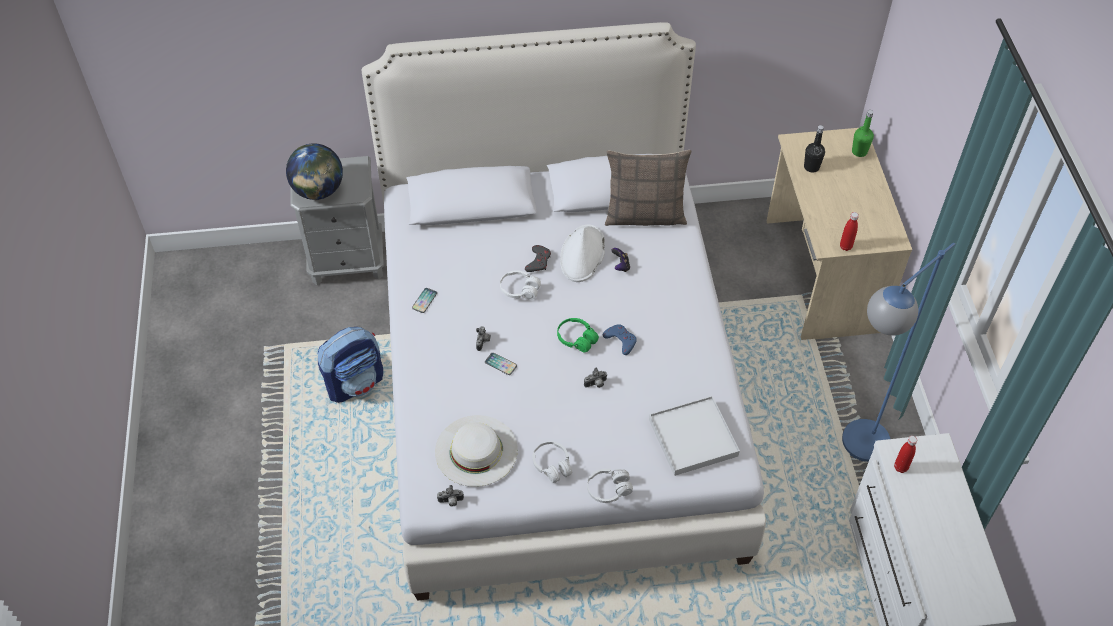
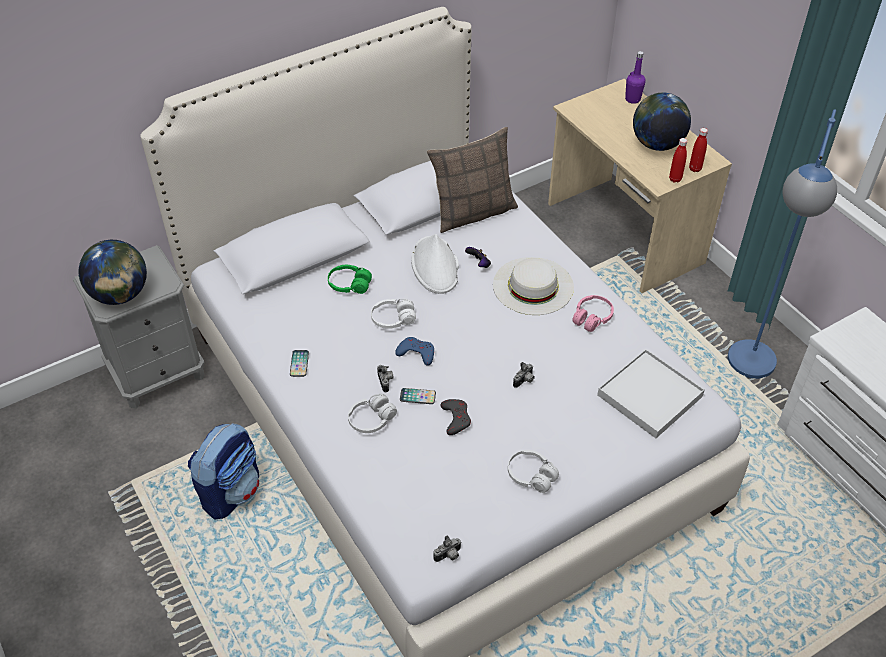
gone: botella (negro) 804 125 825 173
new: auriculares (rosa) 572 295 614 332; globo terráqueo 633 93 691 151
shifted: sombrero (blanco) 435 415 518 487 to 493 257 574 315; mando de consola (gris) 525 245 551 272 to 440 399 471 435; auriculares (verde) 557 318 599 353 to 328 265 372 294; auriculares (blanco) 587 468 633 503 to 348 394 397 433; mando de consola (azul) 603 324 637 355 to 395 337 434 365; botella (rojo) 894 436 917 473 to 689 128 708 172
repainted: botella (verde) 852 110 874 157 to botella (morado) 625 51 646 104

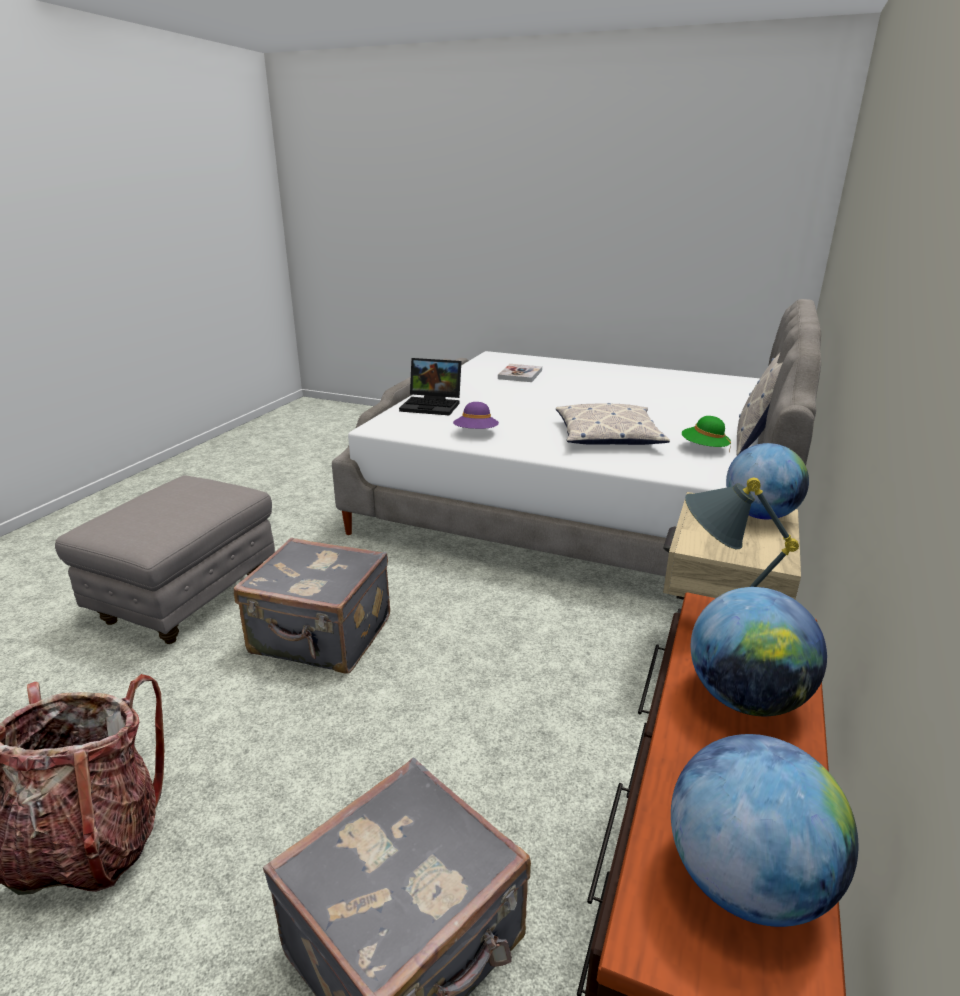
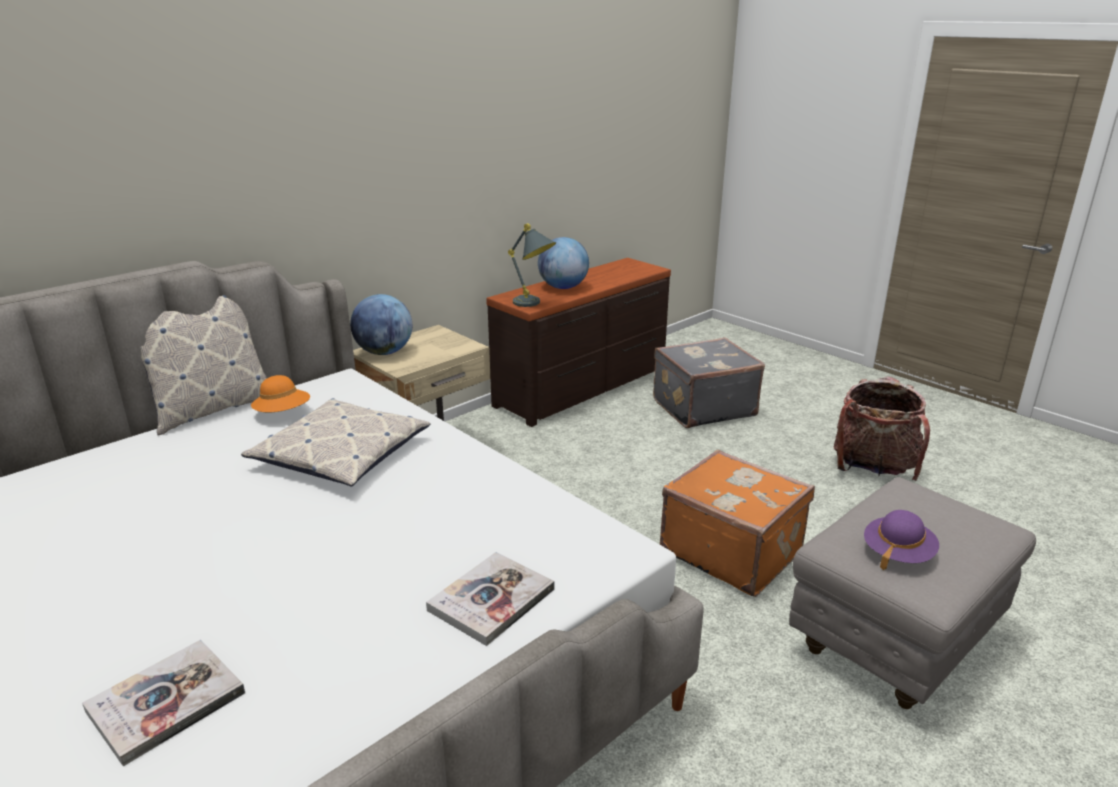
gone: globo terráqueo 671 734 858 927
shifted: sombrero (morado) 453 402 499 429 to 864 510 939 570
swapped: portátil 399 358 462 416 to libro 426 552 554 646
repainted: maleta (gris) 234 537 390 674 to maleta (naranja) 660 450 815 597; sombrero (verde) 682 416 731 453 to sombrero (naranja) 251 375 310 412

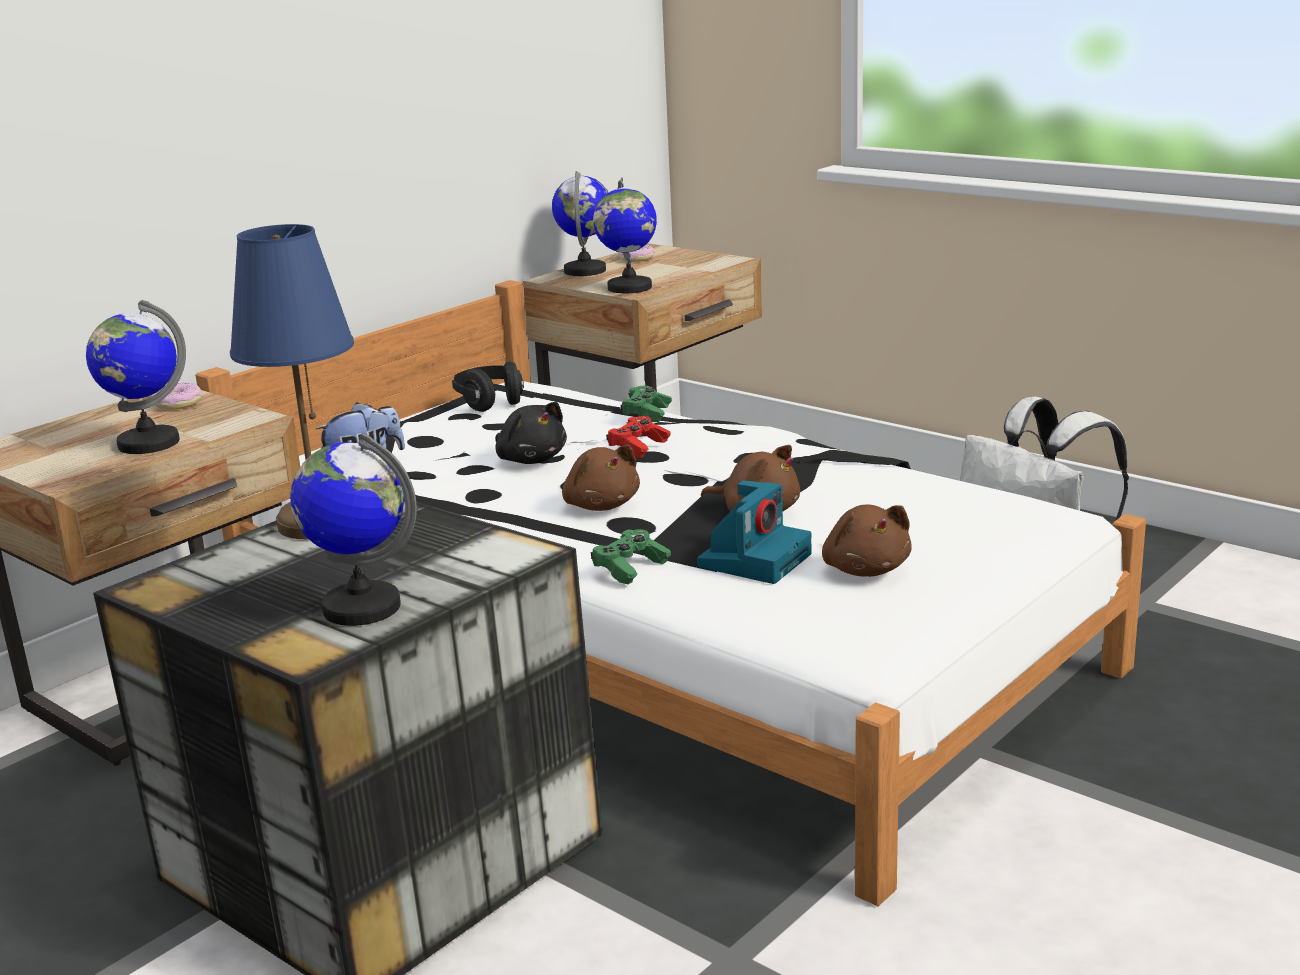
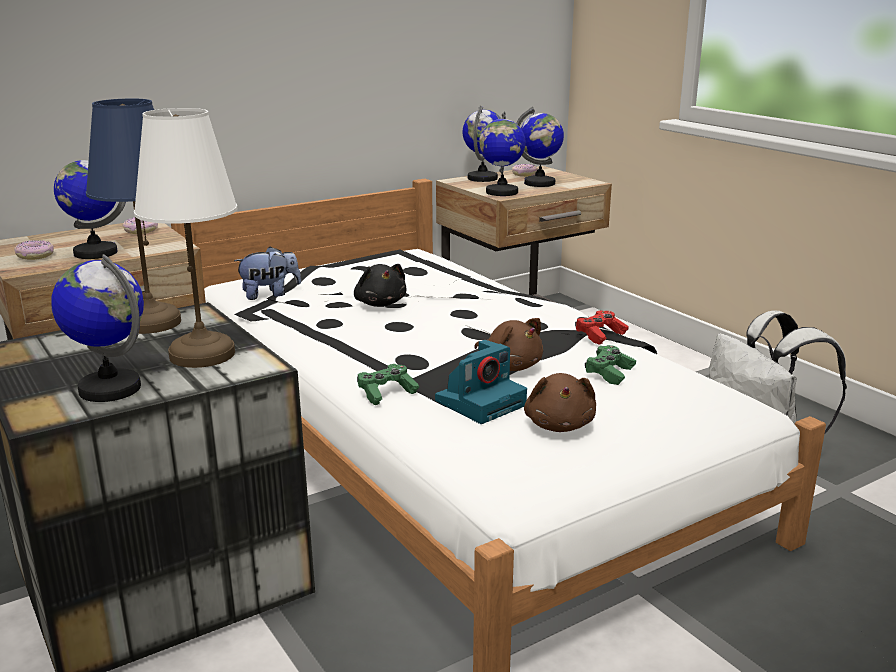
gone: auriculares (negro) 452 361 524 412; peluche (marrón) 562 445 640 511
new: rosquilla 14 240 54 260; lámpara de mesa (blanco) 134 108 237 368; globo terráqueo 516 107 564 187
shifted: mando de consola (rojo) 606 416 671 458 to 575 310 629 345; mando de consola (verde) 621 386 672 422 to 585 345 636 385

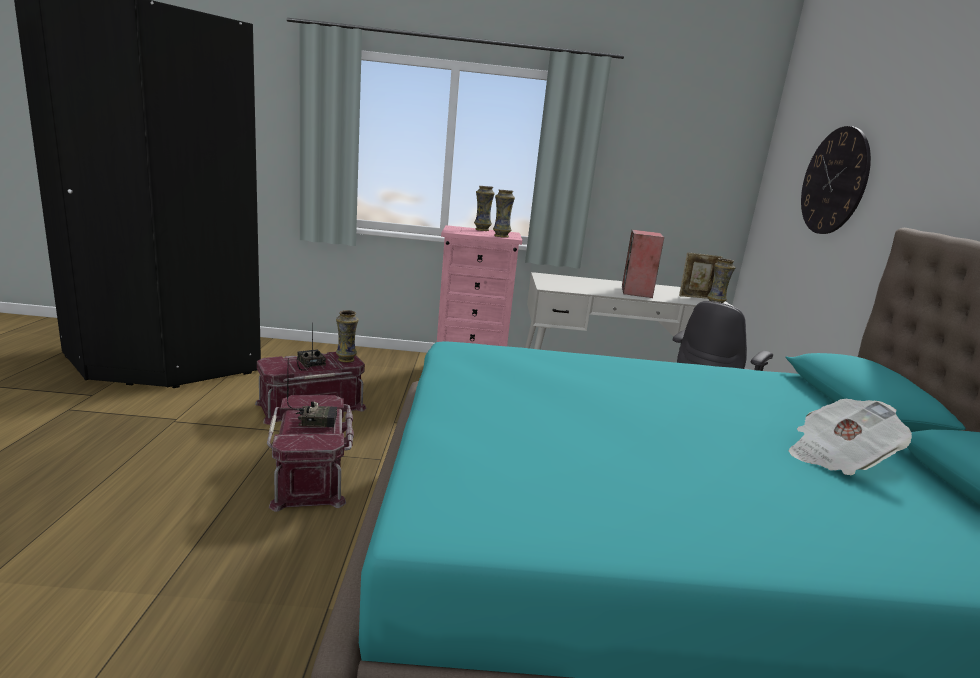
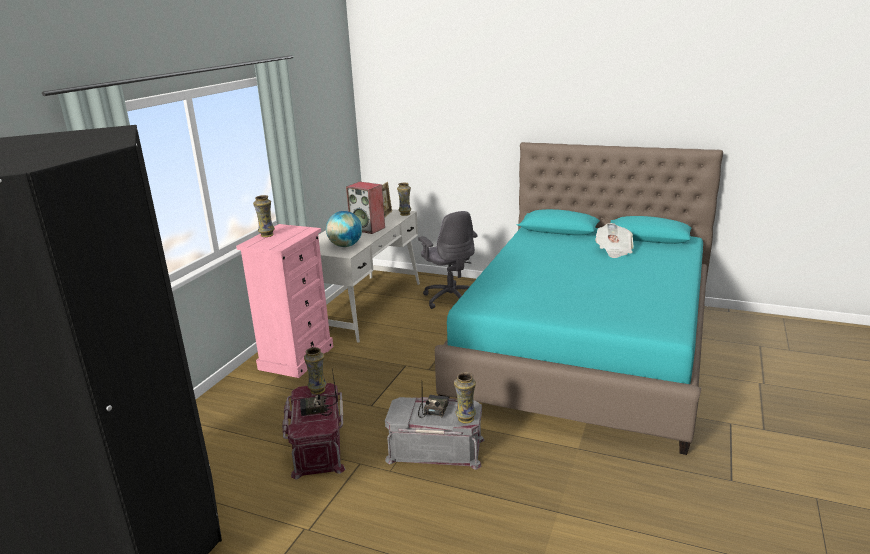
gone: reloj de pared 801 126 871 234
new: globo terráqueo 326 211 362 247
shifted: florero 493 190 515 238 to 454 372 476 424
repainted: caja de almacenaje (rojo) 267 395 354 512 to caja de almacenaje (gris) 385 397 485 470

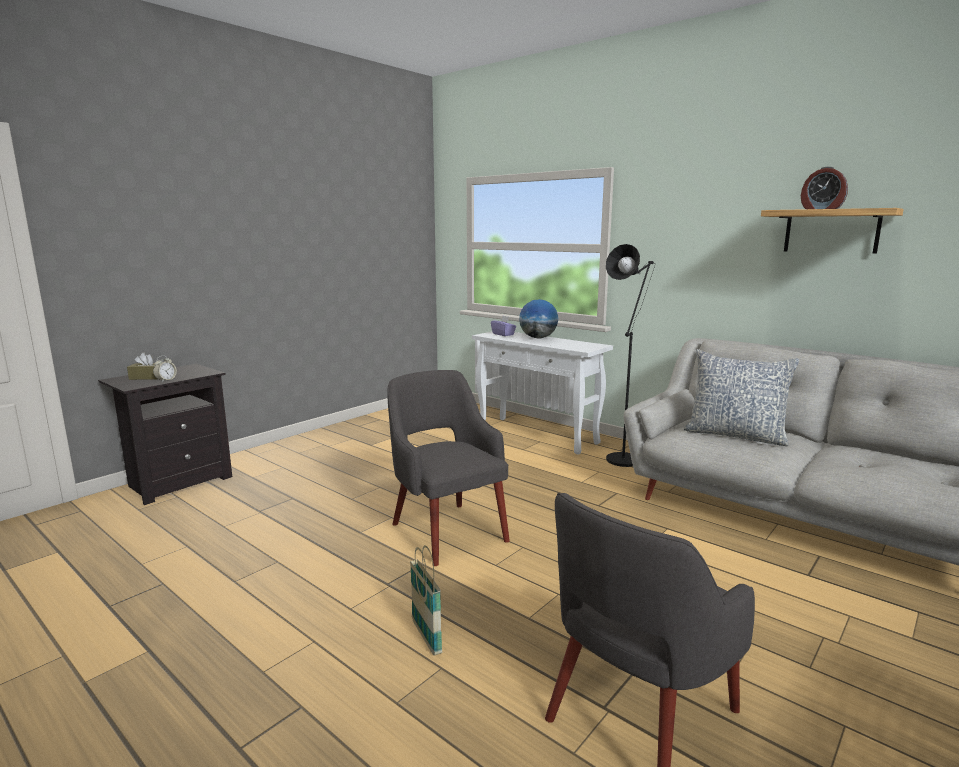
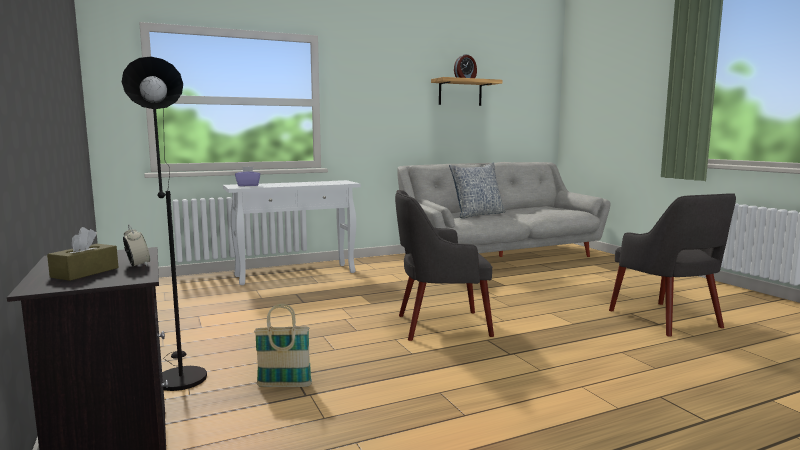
gone: globo terráqueo 519 299 558 338
shifted: cesta 410 545 442 656 to 254 304 312 387; lámpara de pie (negro) 606 244 655 467 to 122 57 207 391

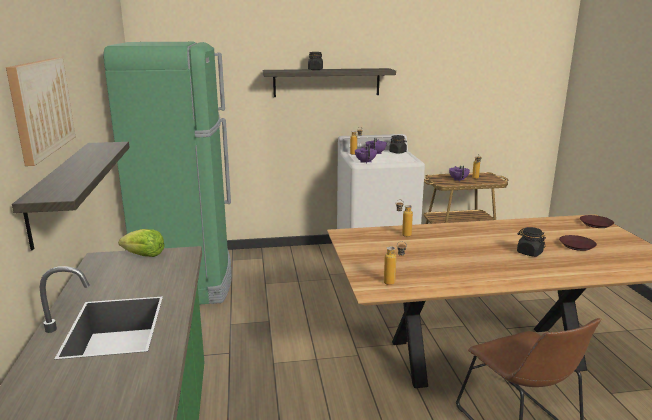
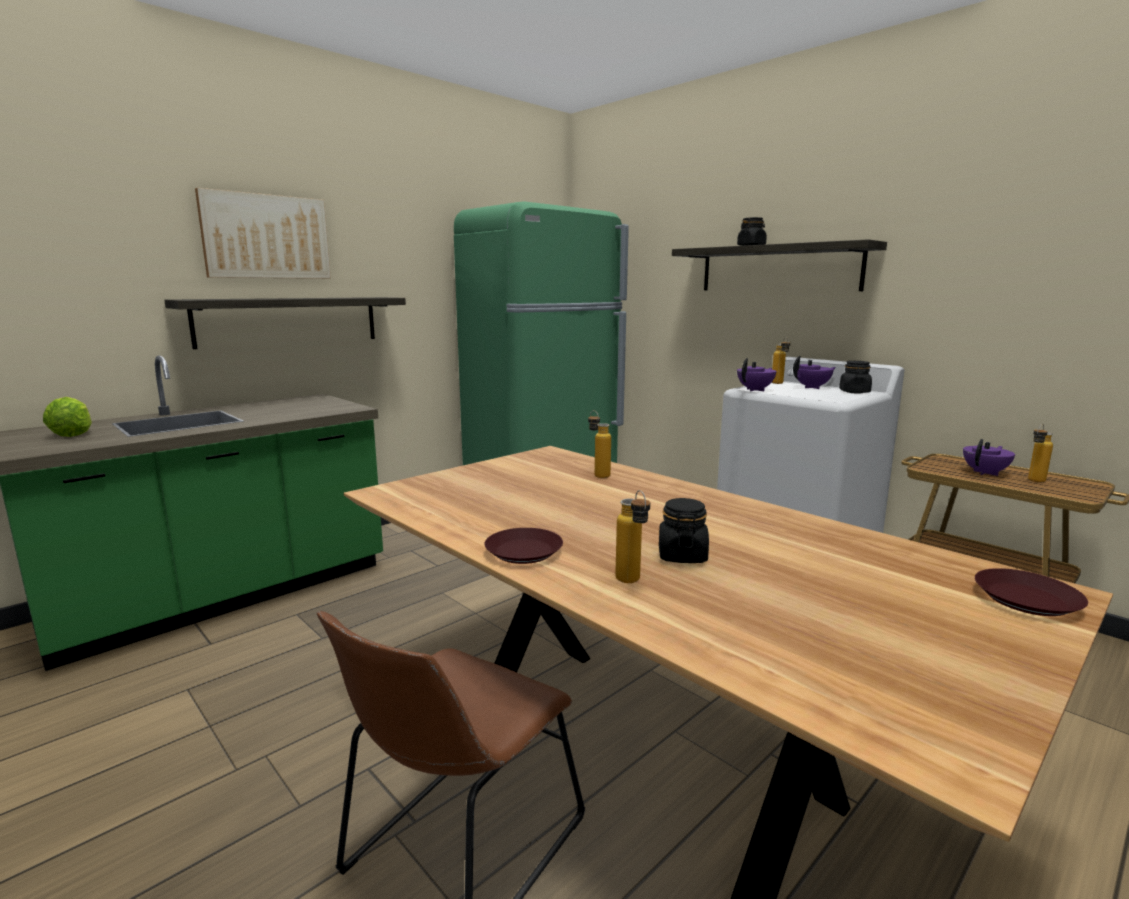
shifted: lechuga 118 229 165 257 to 43 397 92 437; botella 384 241 407 285 to 615 490 650 583; plato (marrón) 559 235 597 251 to 484 528 563 564

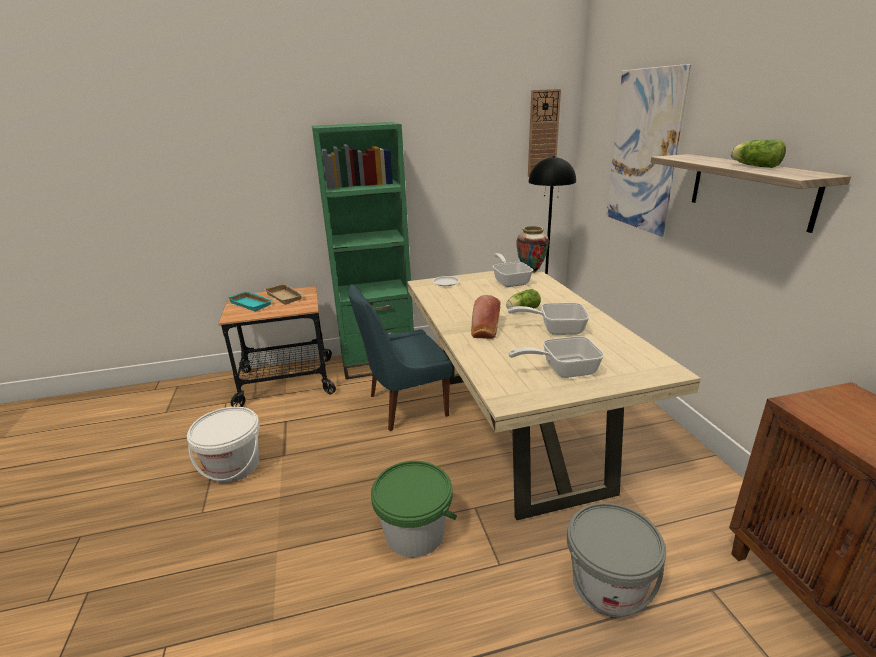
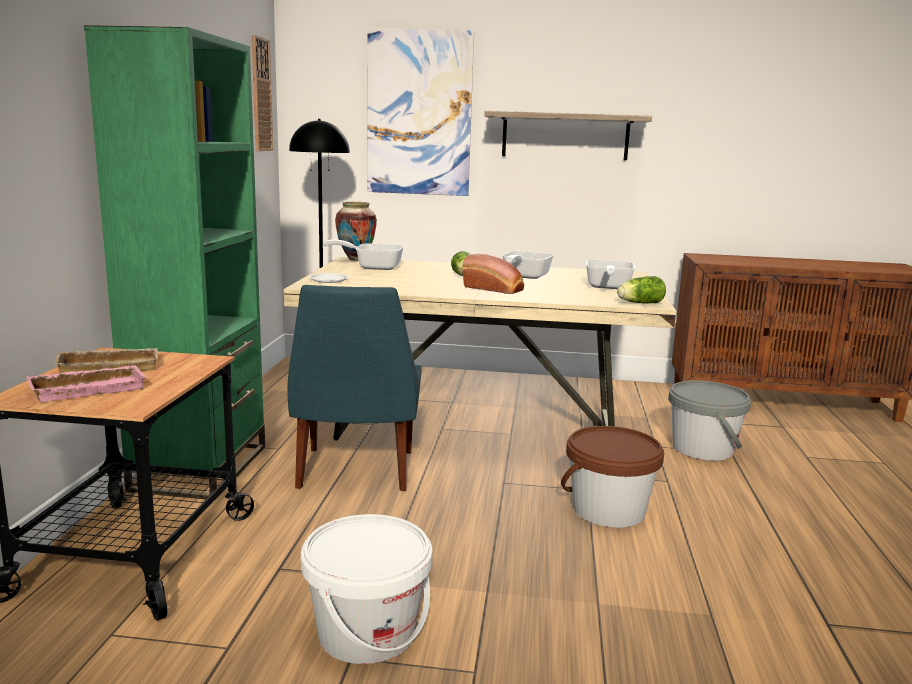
shifted: lechuga 731 139 786 168 to 617 276 666 304
repainted: bandeja (turquesa) 227 291 273 312 to bandeja (rosa) 26 365 146 402; cubo (verde) 371 461 457 558 to cubo (marrón) 561 426 664 528

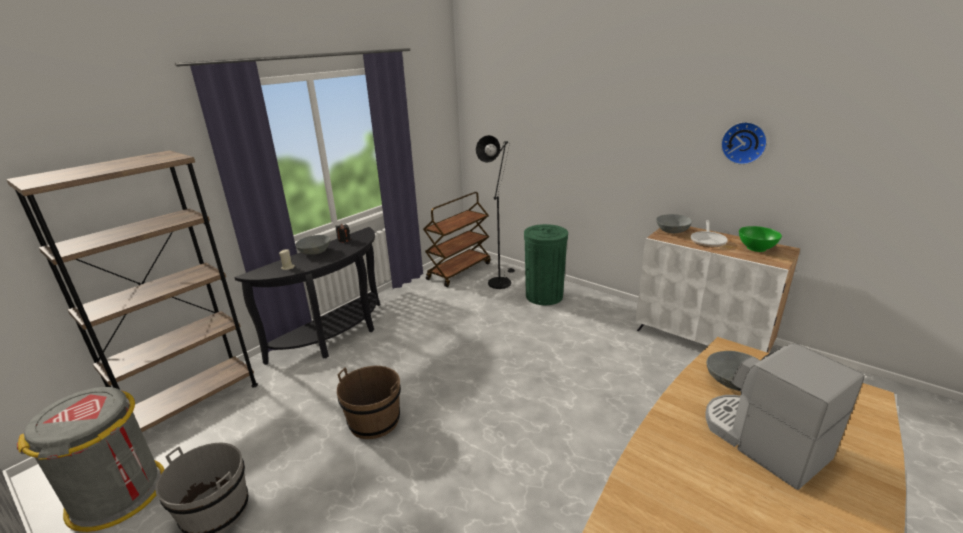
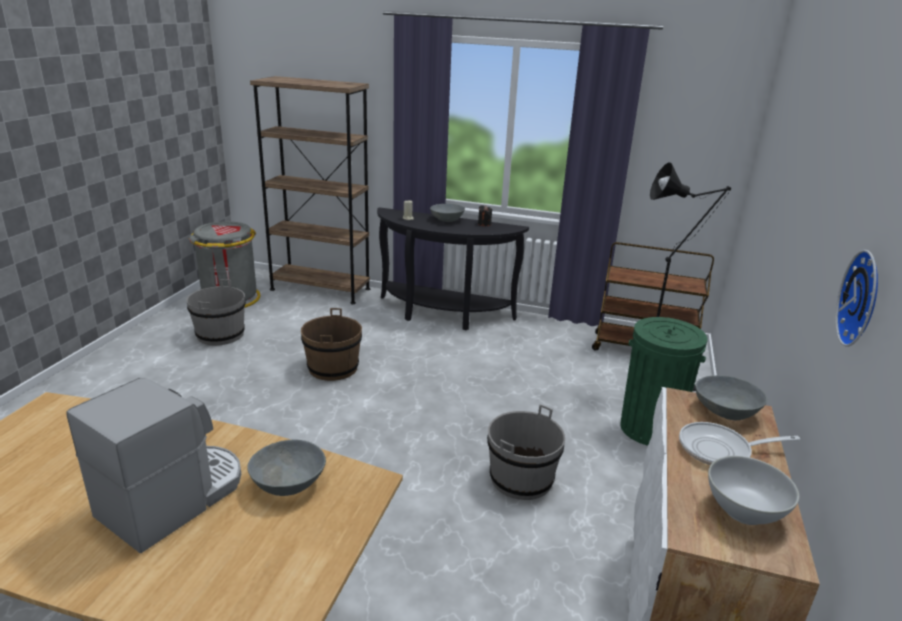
new: cubo (gris) 487 404 565 500
repainted: cuenco (verde) 739 226 782 252 to cuenco (blanco) 708 456 799 525

